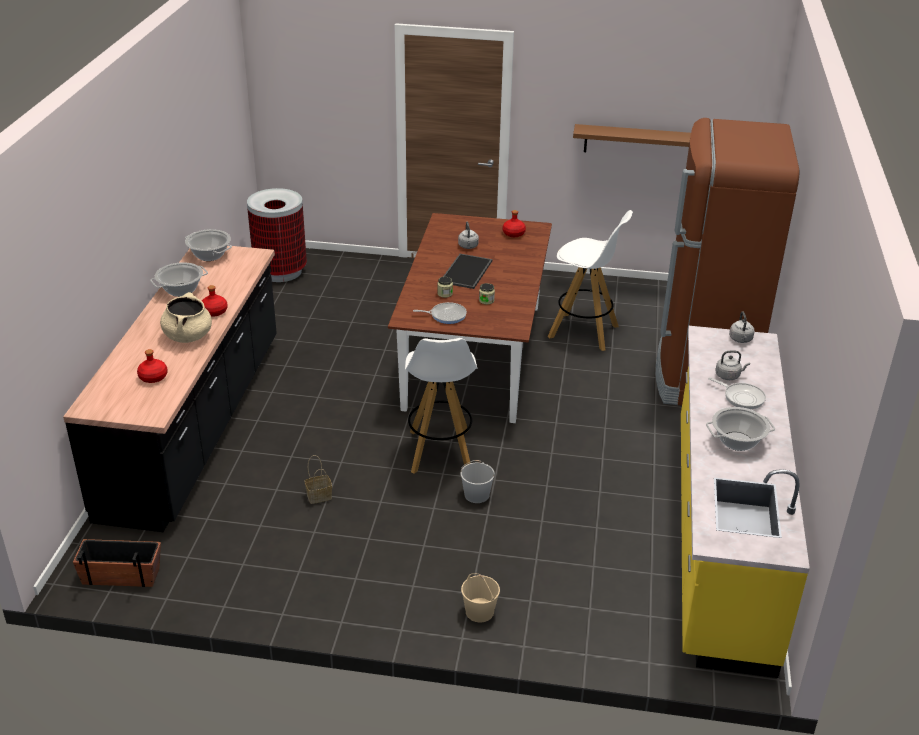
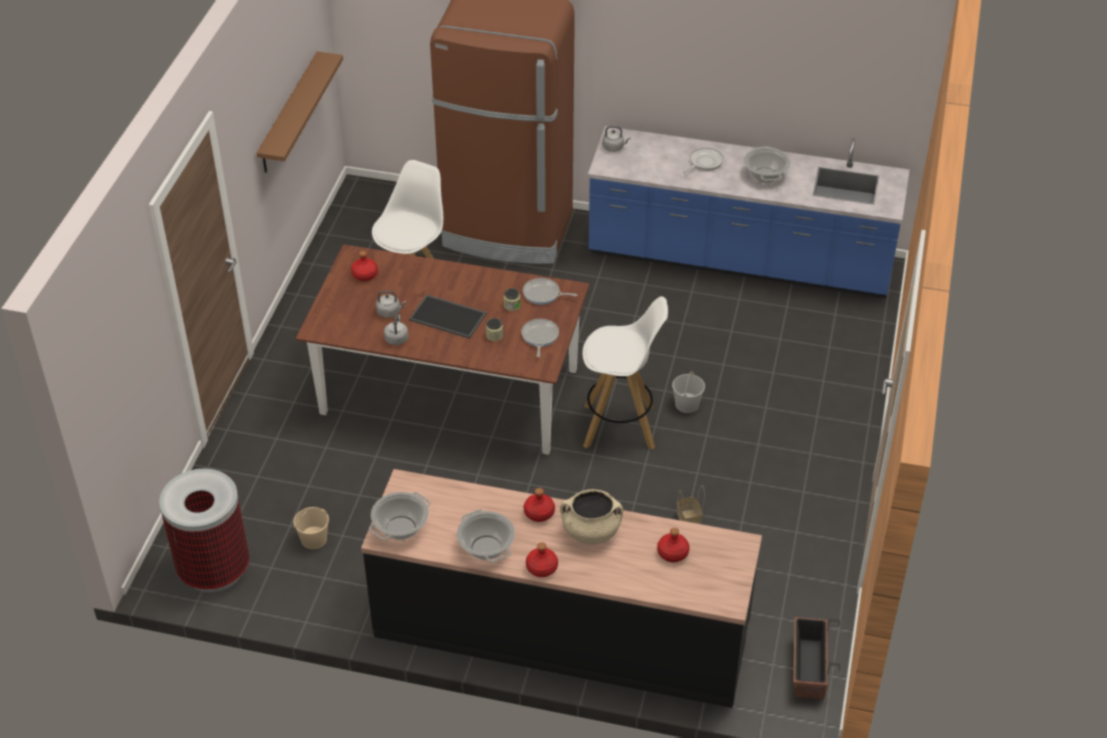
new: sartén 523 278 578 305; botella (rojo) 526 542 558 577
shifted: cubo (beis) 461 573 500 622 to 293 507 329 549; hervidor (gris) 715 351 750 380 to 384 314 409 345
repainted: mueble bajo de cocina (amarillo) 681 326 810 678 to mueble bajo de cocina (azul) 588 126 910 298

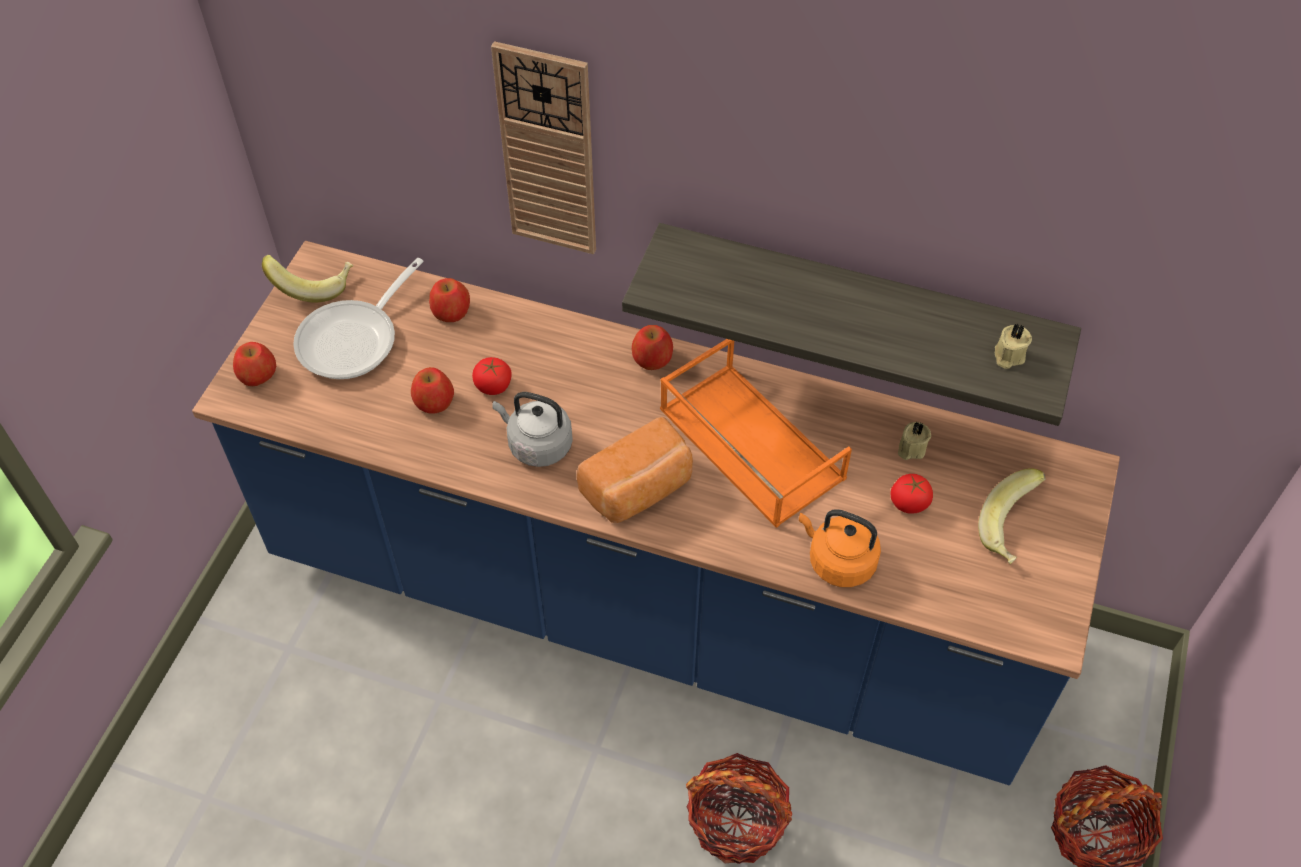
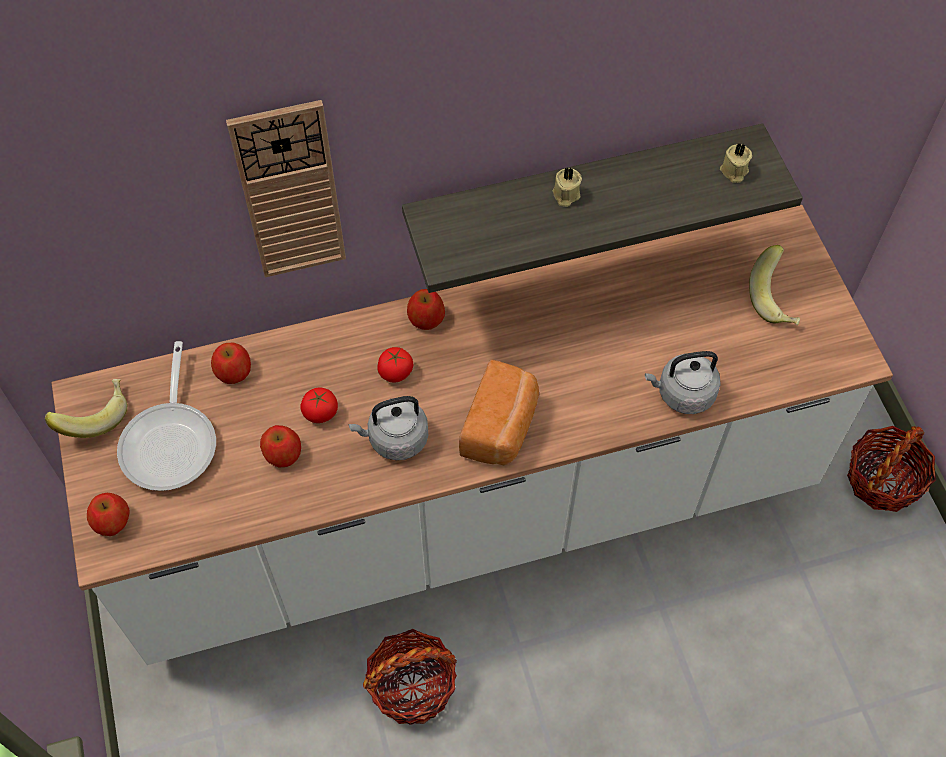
gone: bandeja (naranja) 660 339 852 528
shifted: cesta 686 753 792 864 to 363 629 457 725; tomate 890 474 933 514 to 377 347 413 383; vela (beis) 898 422 931 460 to 553 168 582 207
repainted: mueble bajo de cocina (azul) 192 241 1120 785 to mueble bajo de cocina (blanco) 52 205 893 665; hervidor (naranja) 799 509 881 587 to hervidor (gris) 645 351 721 414

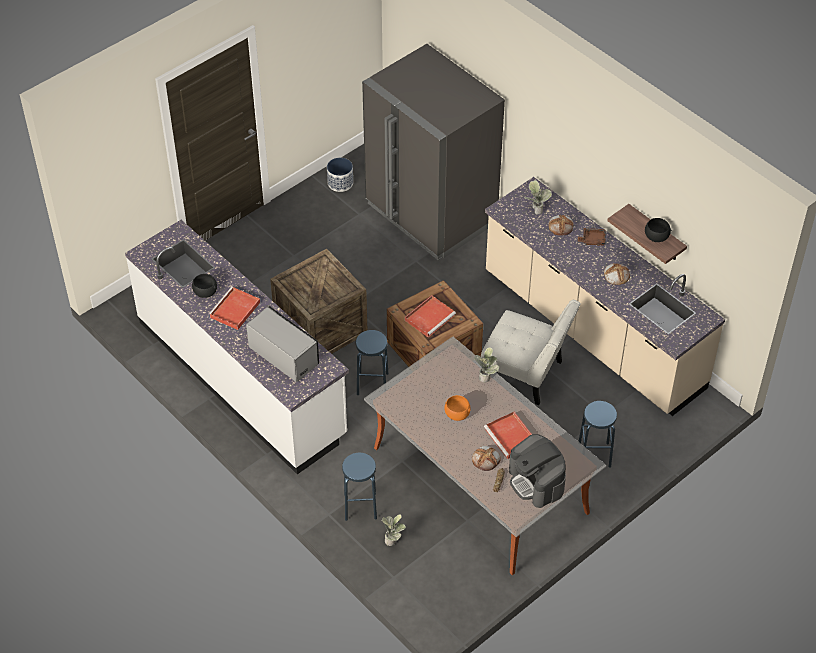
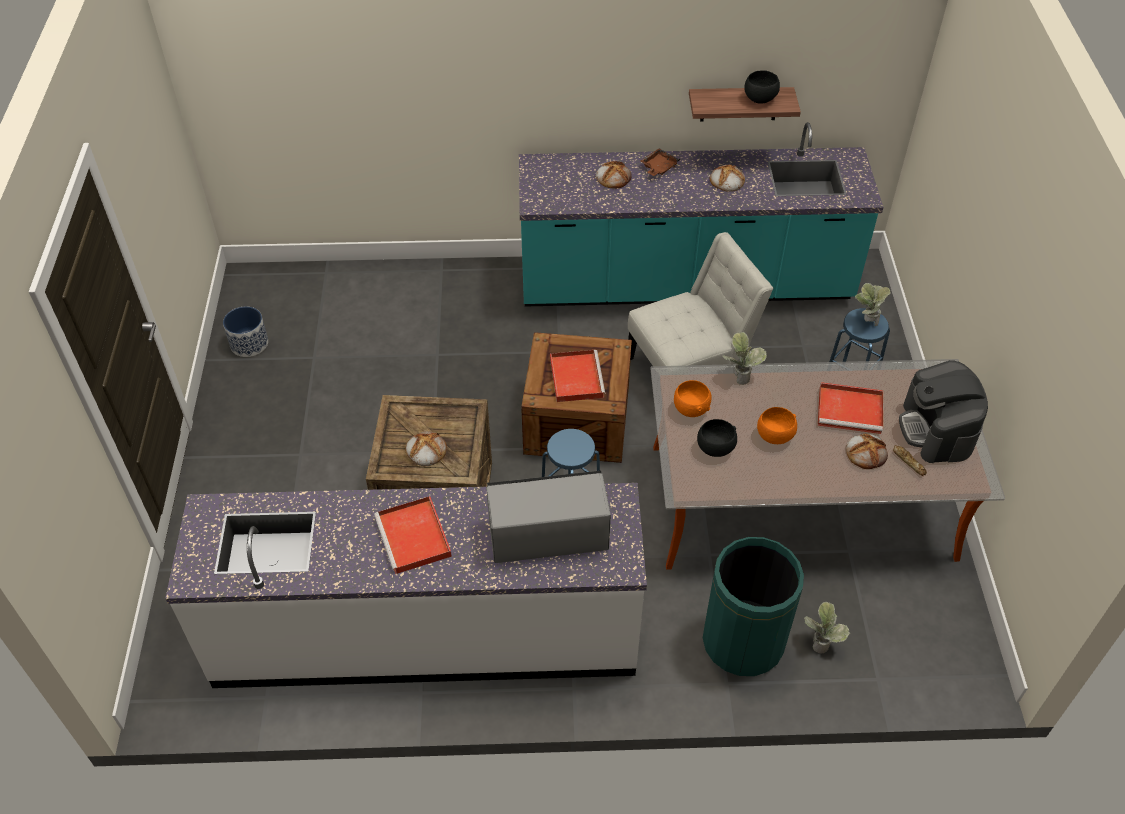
gone: nevera (gris) 362 44 505 260
new: pan 405 431 447 466; cuenco (naranja) 674 380 712 417
shifted: cuenco (negro) 192 274 217 298 to 697 419 737 457; planta en maceta 524 180 552 214 to 855 283 891 326
swapped: taburete (azul) 342 453 377 521 to papelera (verde) 703 537 804 676
repainted: mueble bajo de cocina (beis) 485 177 725 416 to mueble bajo de cocina (turquesa) 519 122 884 307
rotated: cafetera 509 434 566 508 = 899 360 988 463 75 degrees clockwise

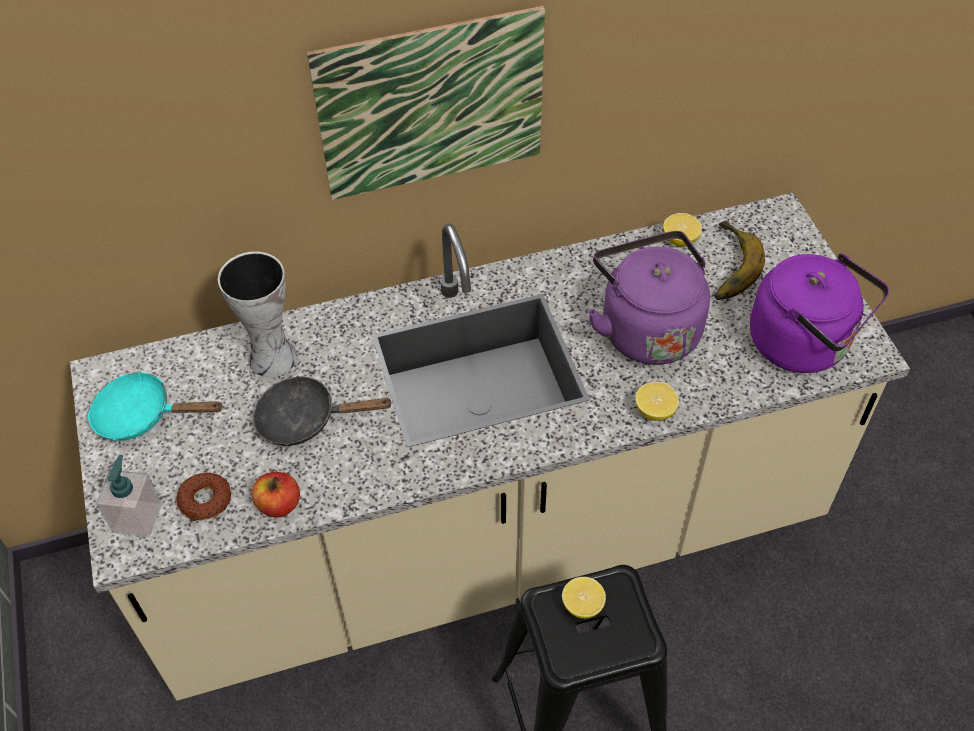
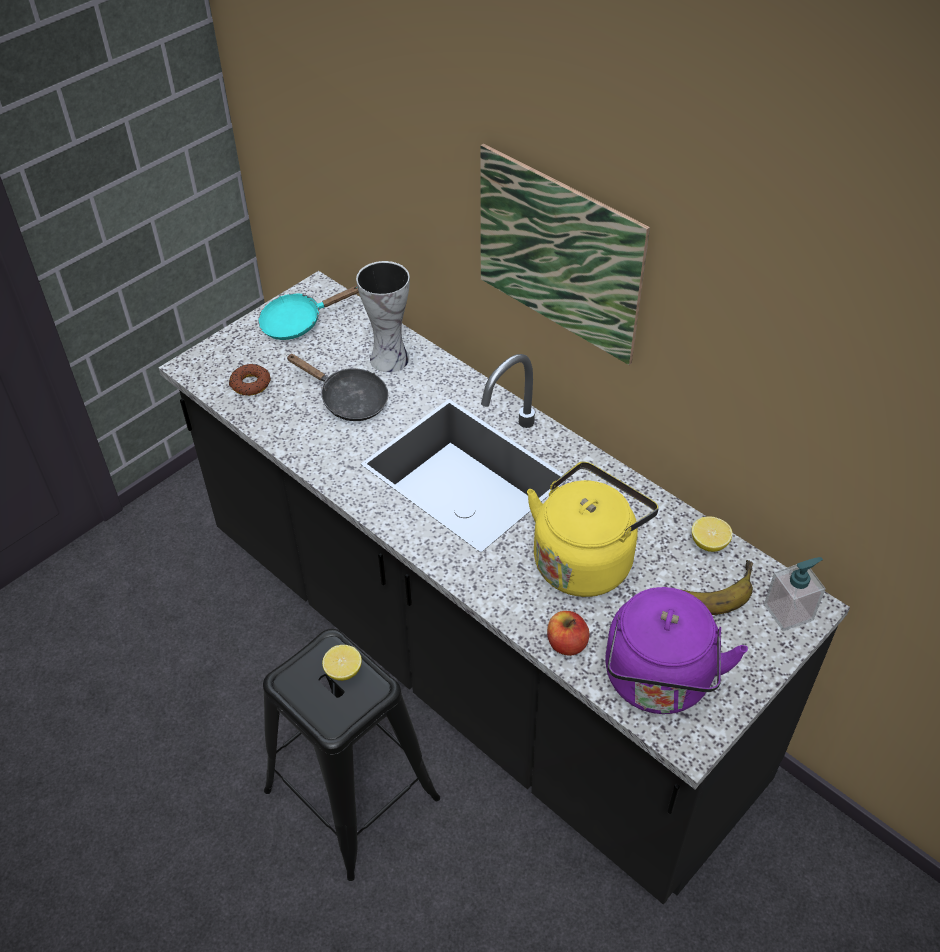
gone: limón 635 382 679 421
shifted: dispensador de jabón 96 455 162 537 to 764 557 826 631; manzana 252 472 300 518 to 547 611 590 656
repainted: mueble bajo de cocina (beis) 70 192 910 701 to mueble bajo de cocina (negro) 158 271 850 904; hervidor (morado) 588 231 710 365 to hervidor (amarillo) 527 462 659 597
rotated: sartén (turquesa) 88 371 223 441 = 258 285 359 340 90 degrees counterclockwise; sartén (negro) 253 375 393 446 = 286 354 388 421 150 degrees clockwise

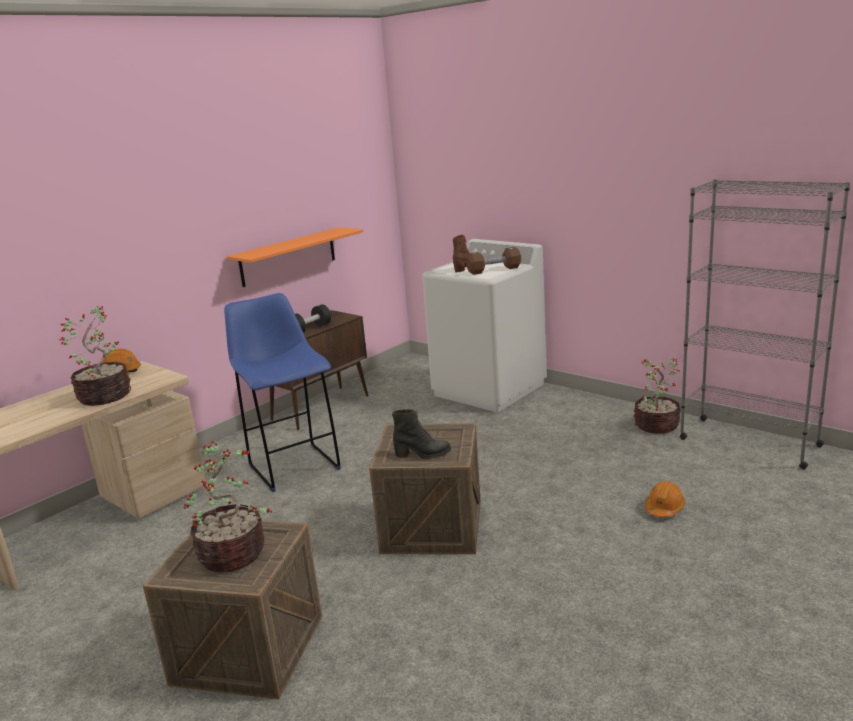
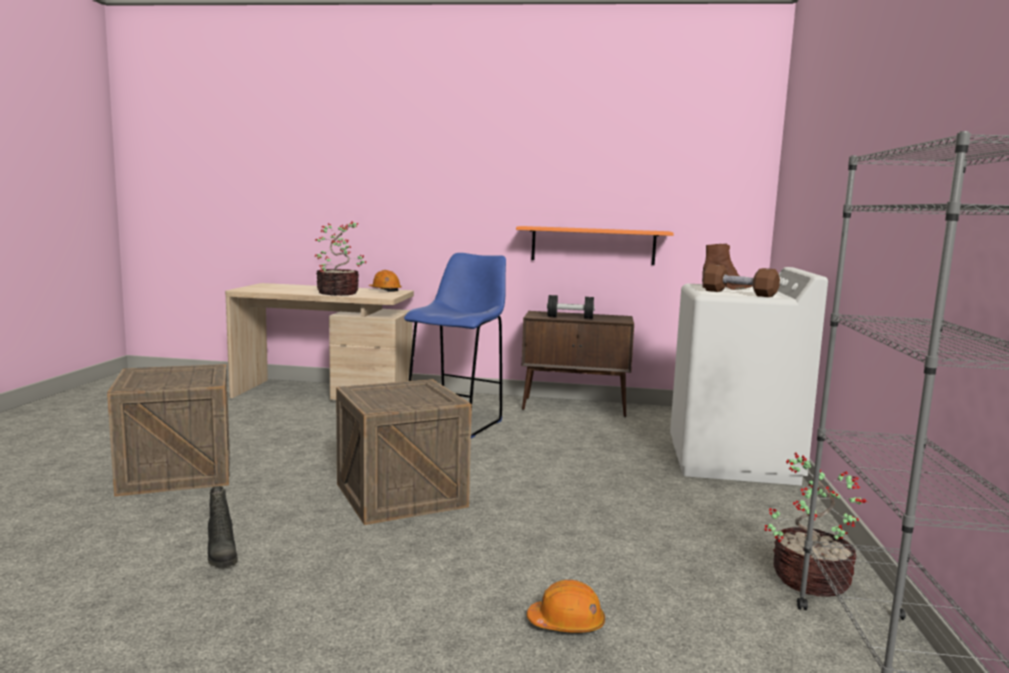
gone: planta en maceta 183 441 273 572
shifted: bota (negro) 392 409 451 459 to 208 486 238 568

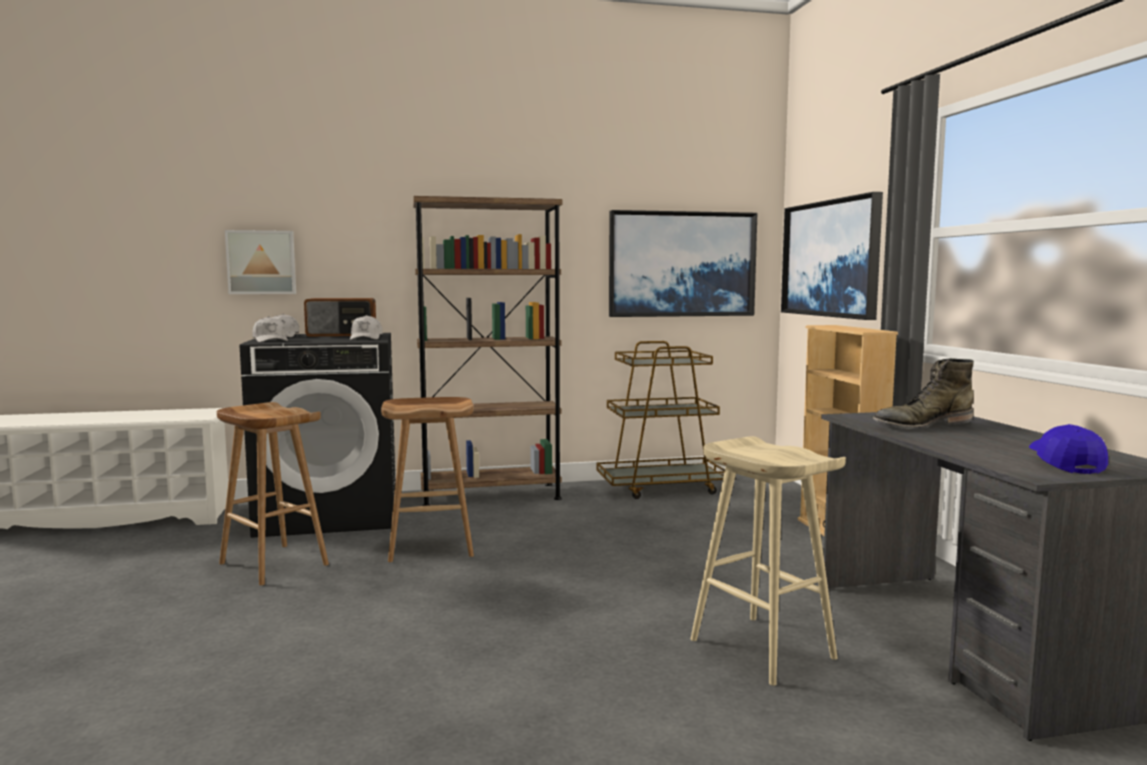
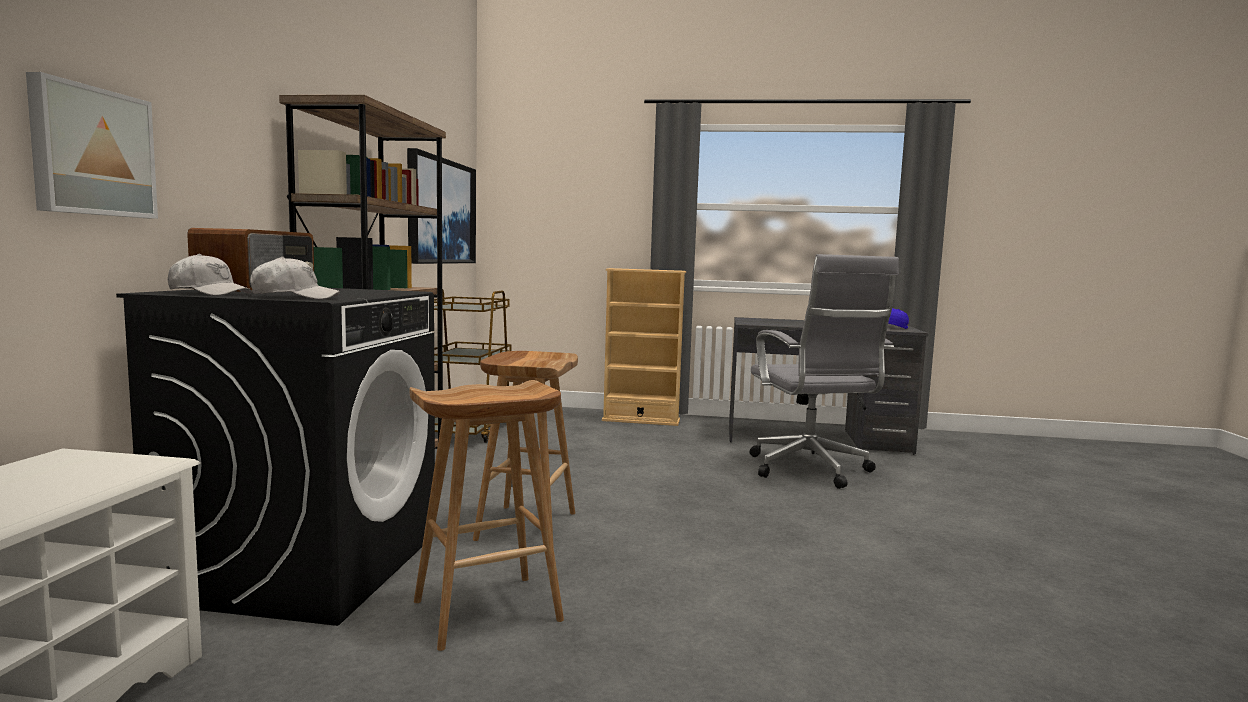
gone: gorra (blanco) 350 315 383 340; cuadro 781 192 883 320; bota (verde) 872 358 974 430
swapped: taburete (beis) 691 436 846 686 to silla de oficina (gris) 750 254 899 489

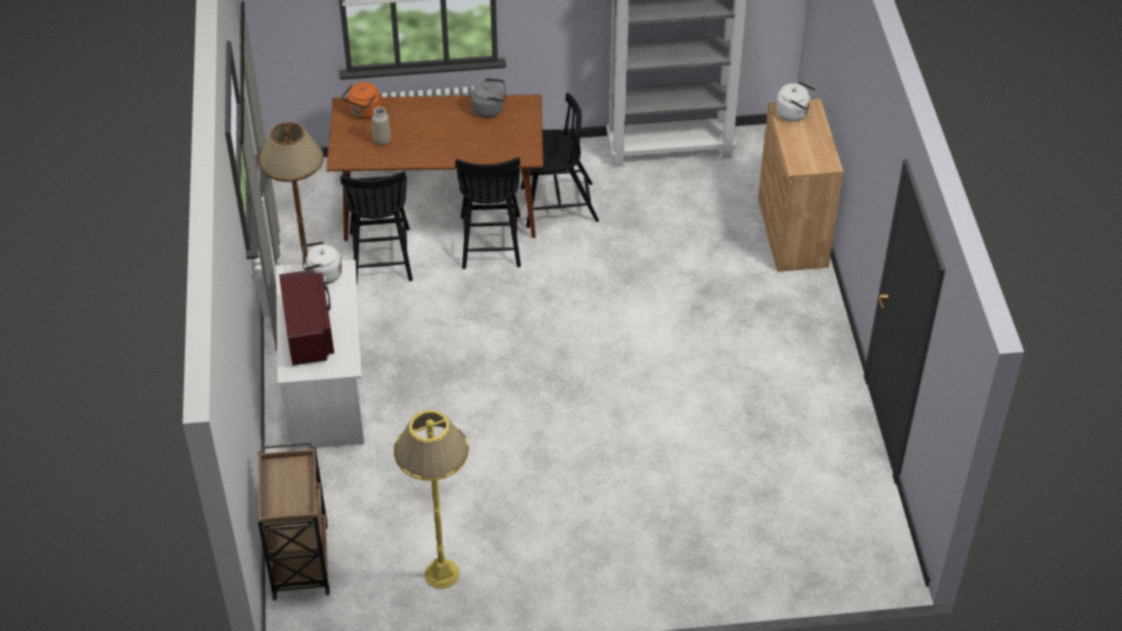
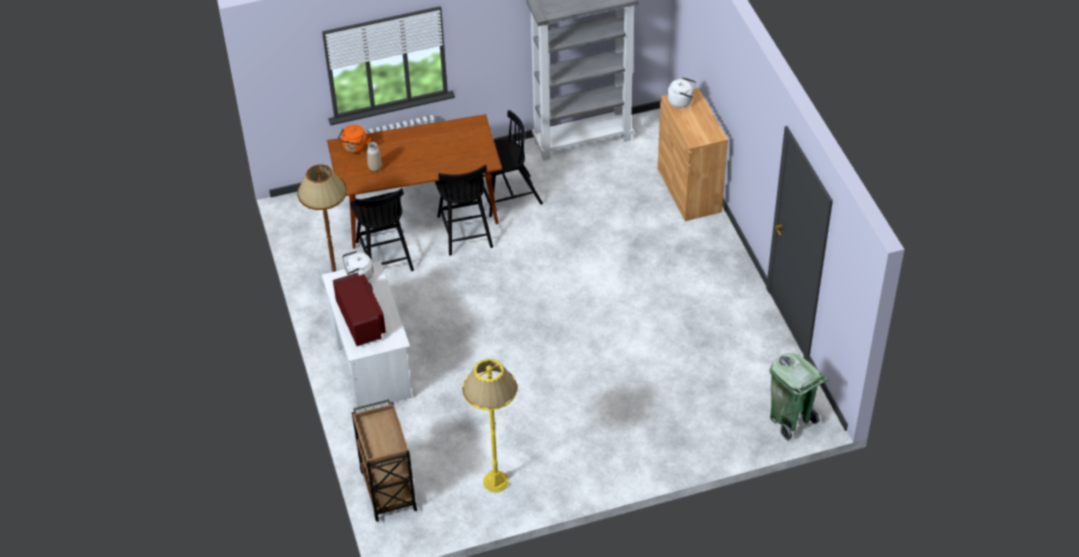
gone: hervidor (gris) 471 78 506 118
new: papelera (verde) 770 353 829 441

